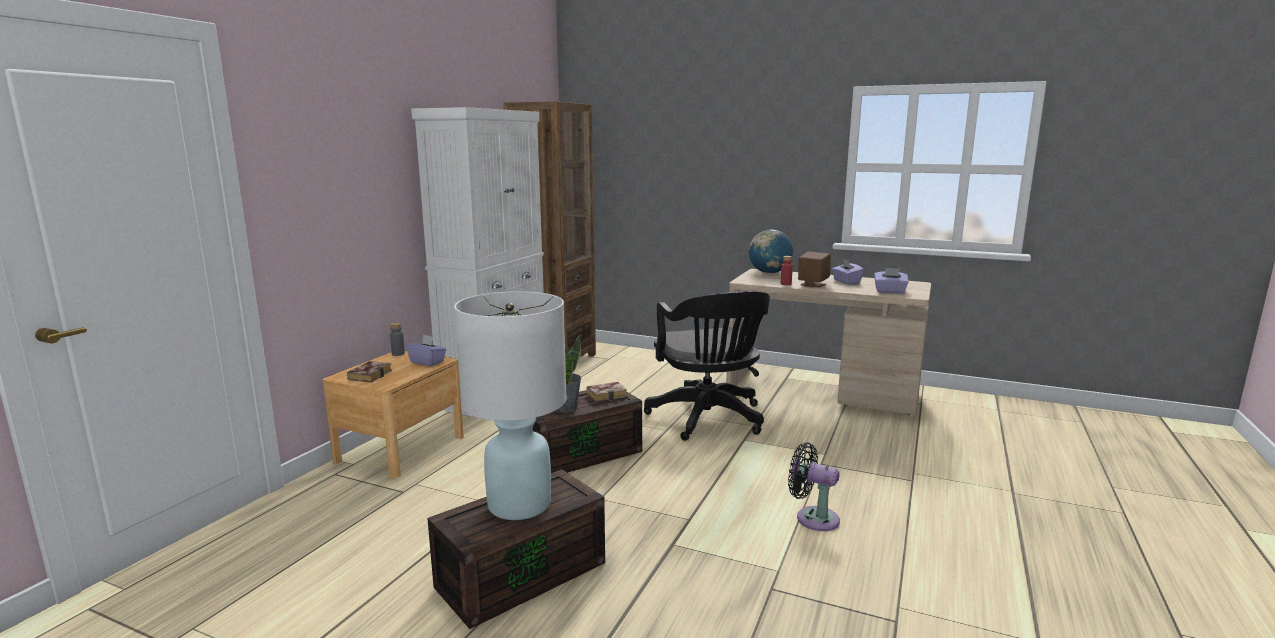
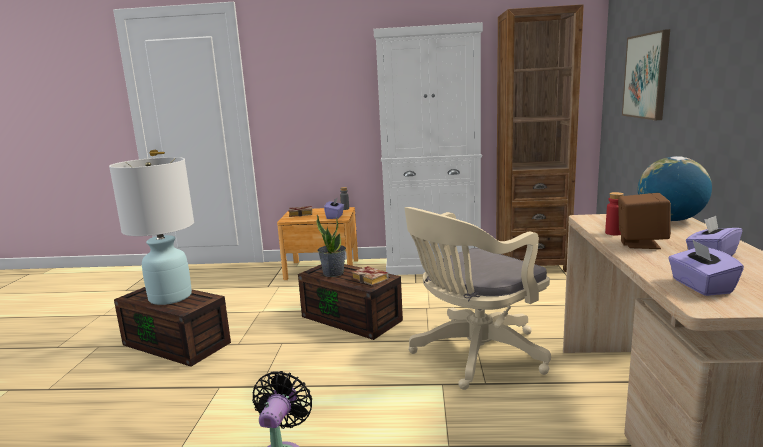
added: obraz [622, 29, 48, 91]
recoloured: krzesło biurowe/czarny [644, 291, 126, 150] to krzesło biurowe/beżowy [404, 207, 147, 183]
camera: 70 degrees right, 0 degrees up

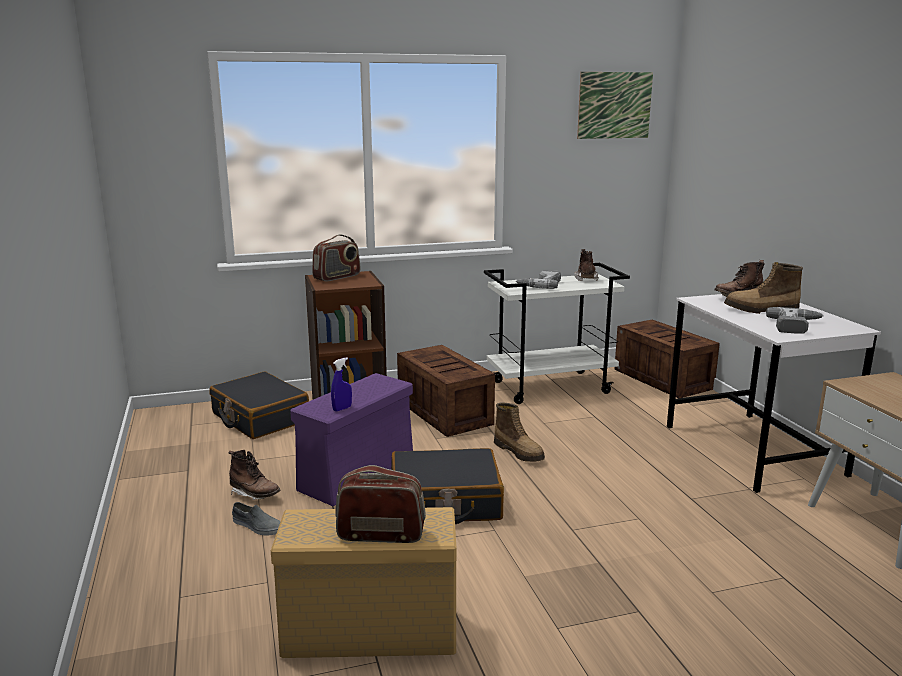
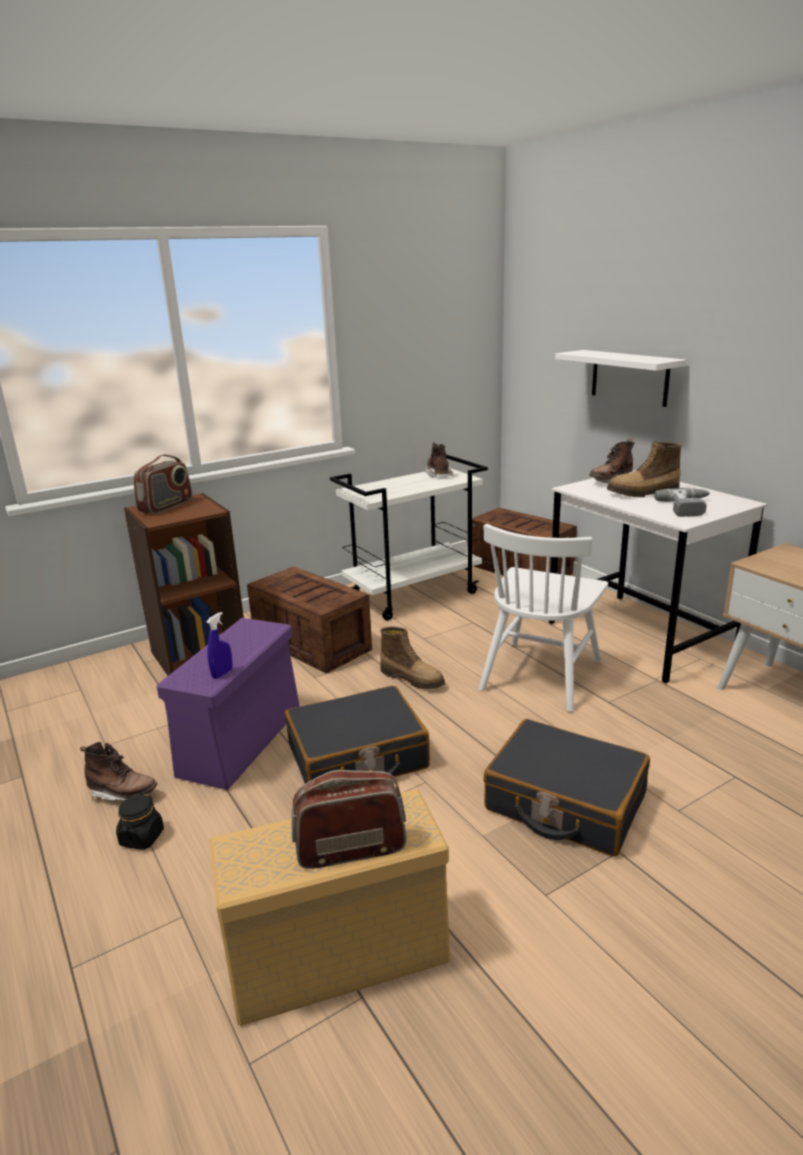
removed: obraz [577, 72, 76, 67]; wiertarka [516, 270, 45, 19]
added: półka/biały [555, 350, 131, 57]; krzesło/biały [479, 524, 129, 188]
moved: walizka/czarny [209, 371, 100, 68] to [483, 719, 167, 138]
replaced: but/szary [232, 502, 49, 33] to słoik/czarny [116, 793, 48, 57]
camera: 15 degrees left, 5 degrees up

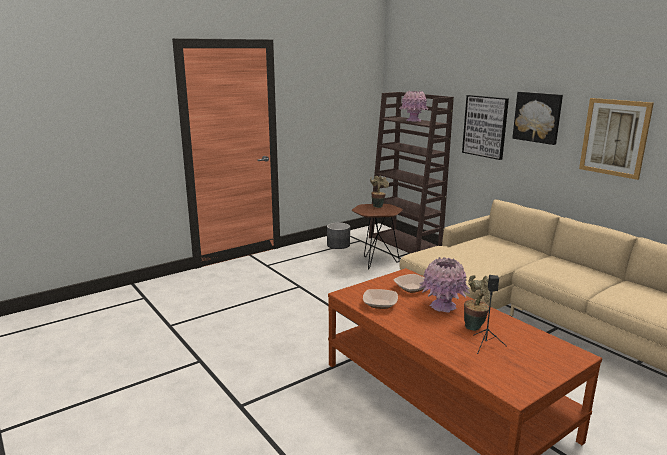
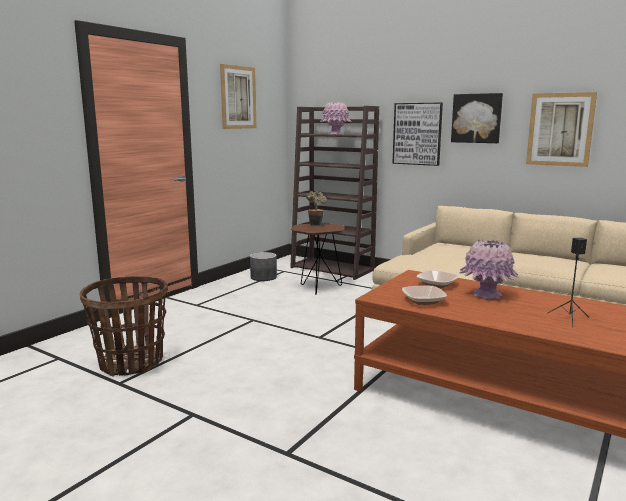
removed: roślina doniczkowa [464, 275, 28, 56]
added: obraz [220, 64, 37, 65]; koszyk [80, 276, 88, 101]
camera: 20 degrees left, 5 degrees down

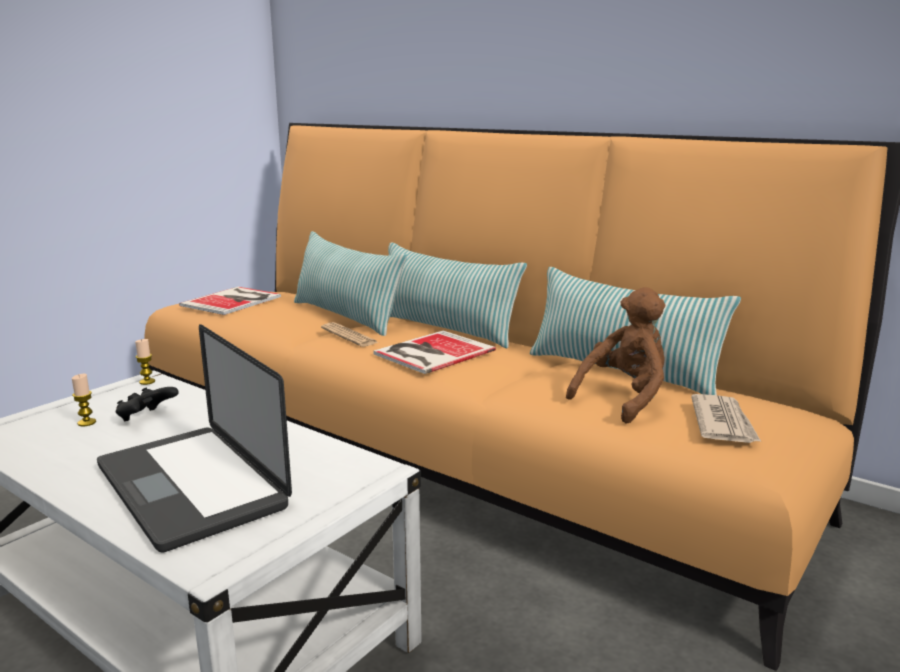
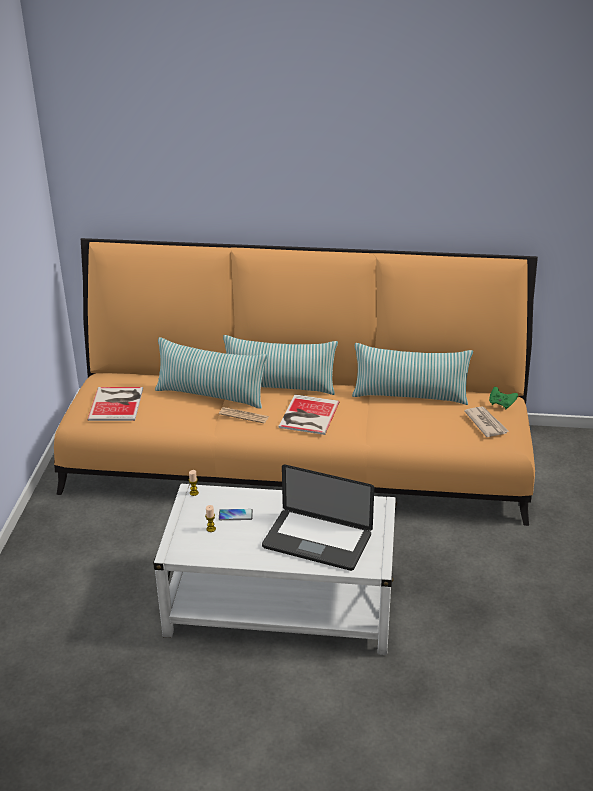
removed: pluszak/brązowy [566, 287, 99, 137]
added: pad do gier/zielony [489, 387, 29, 22]
replaced: pad do gier/czarny [115, 387, 64, 34] to telefon [219, 509, 34, 11]
camera: 30 degrees left, 15 degrees up

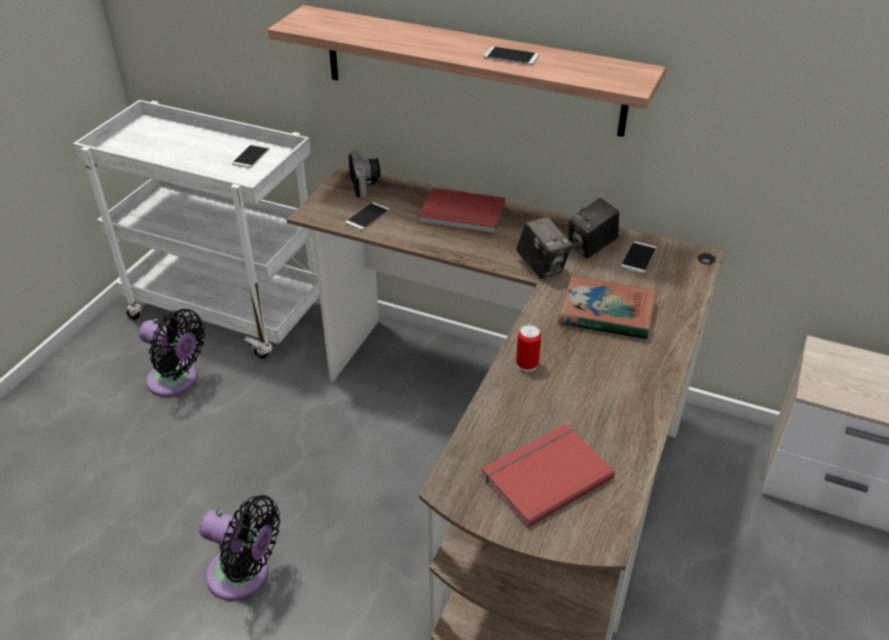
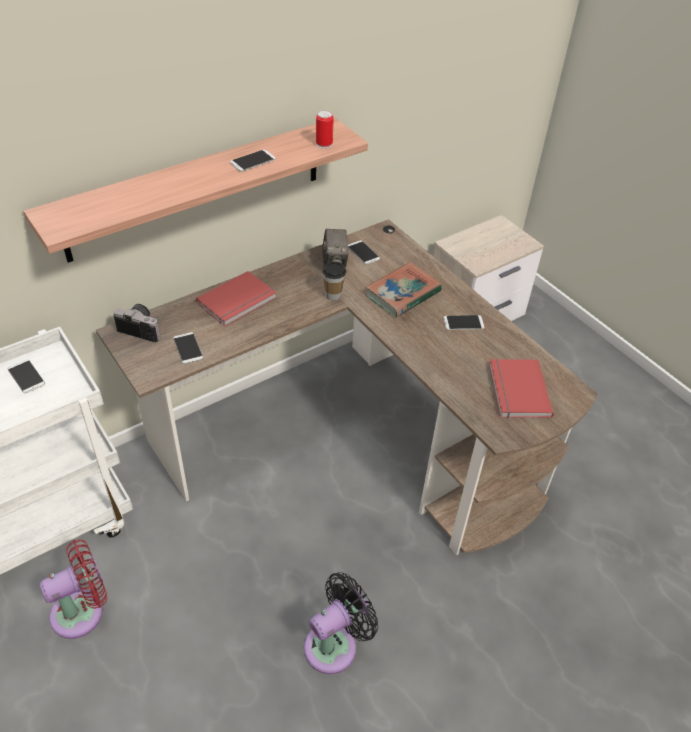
added: telefon [443, 315, 41, 15]
moved: puszka [516, 325, 25, 47] to [316, 110, 17, 39]
replaced: aparat fotograficzny [516, 216, 56, 63] to filiżanka [322, 261, 24, 39]
recoloured: wentylator/czarny [139, 309, 66, 88] to wentylator/czerwony [40, 539, 68, 100]
camera: 60 degrees left, 5 degrees up

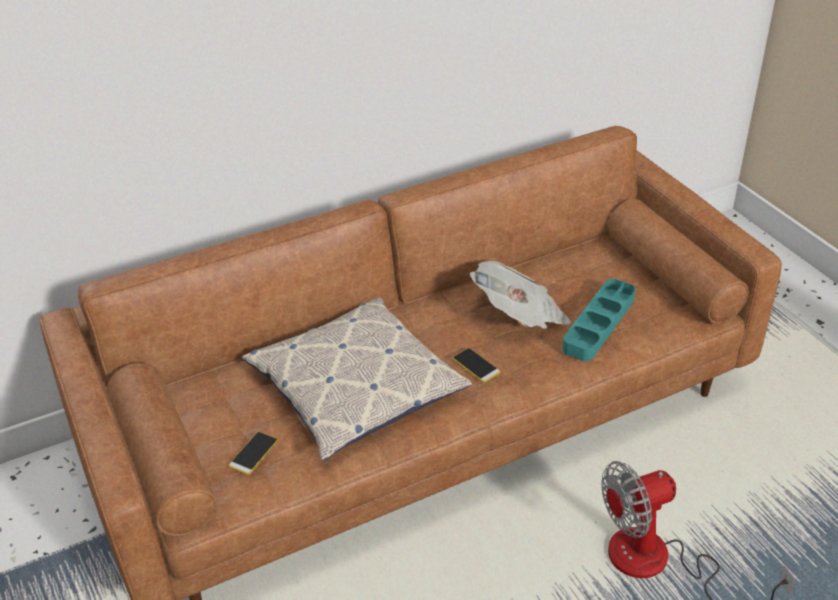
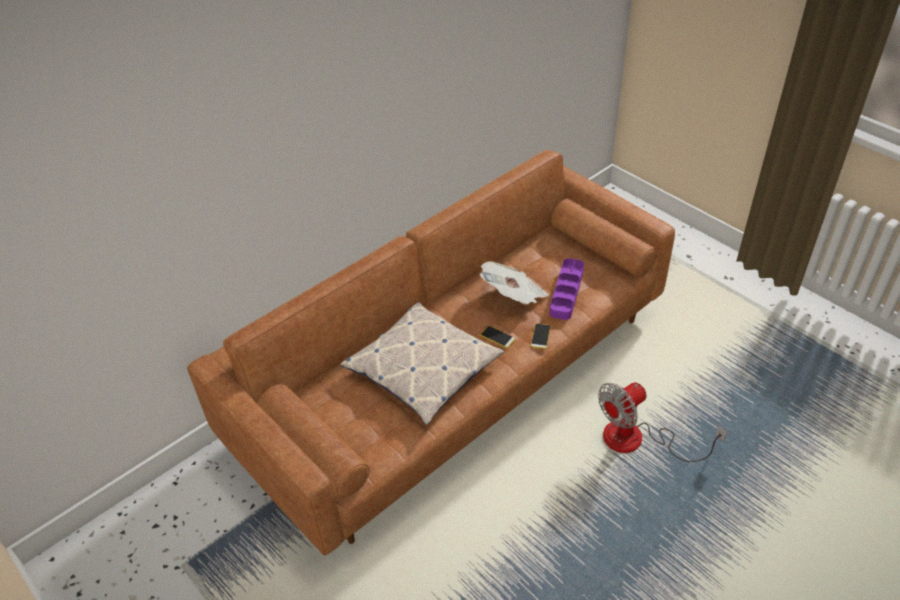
moved: telefon [228, 432, 50, 43] to [530, 323, 21, 26]
recoloured: taca/turkusowy [562, 279, 73, 82] to taca/fioletowy [549, 258, 35, 62]
camera: 15 degrees left, 5 degrees up

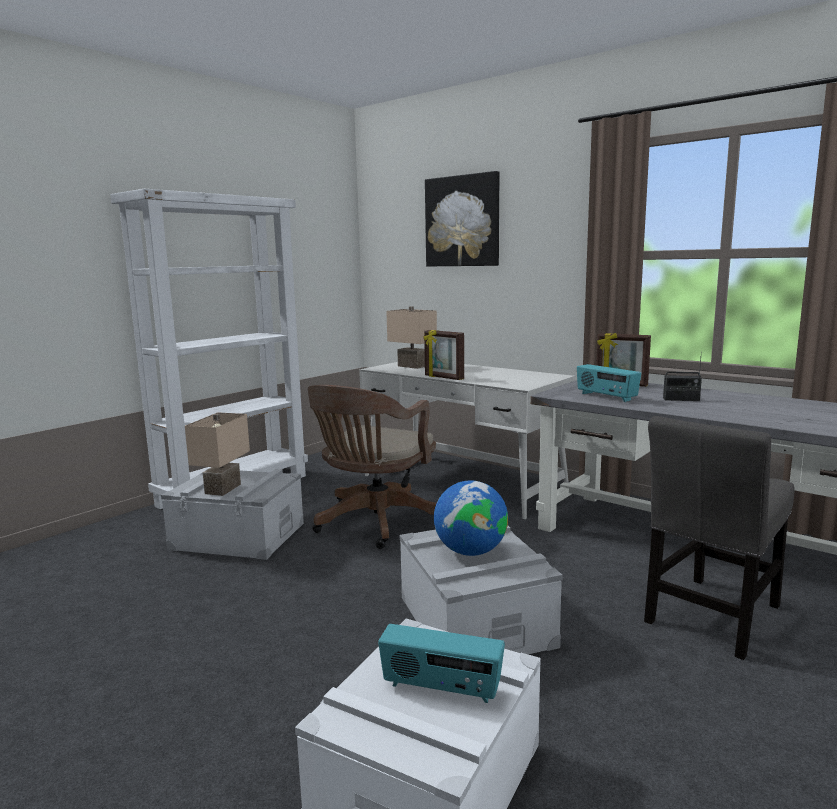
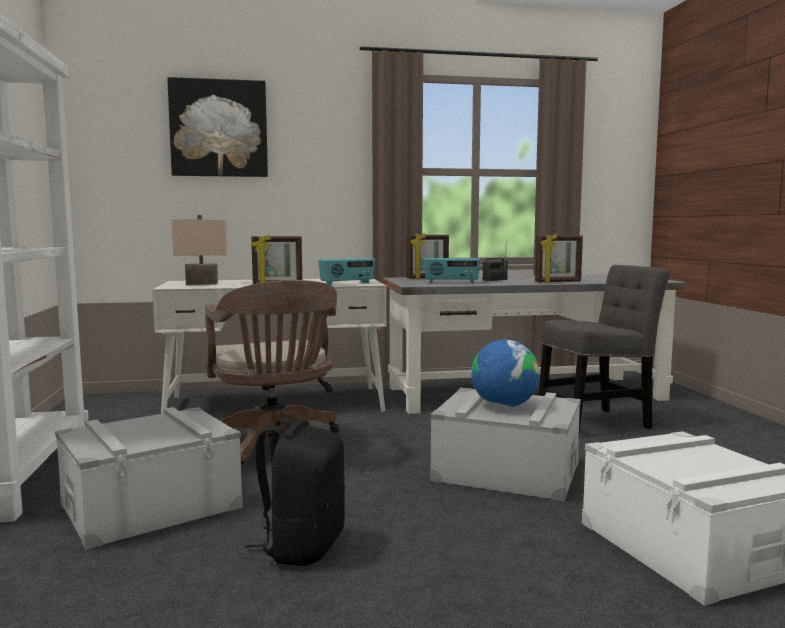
removed: lampa stołowa/beżowy [185, 412, 65, 84]
added: ramka na zdjęcie [535, 234, 48, 49]; plecak/czarny [245, 417, 100, 149]
moved: radio [378, 624, 127, 79] to [318, 258, 57, 27]
turned: krzesło/szary [644, 416, 151, 244] = [538, 265, 131, 167] 105 degrees counterclockwise
camera: 50 degrees left, 5 degrees down

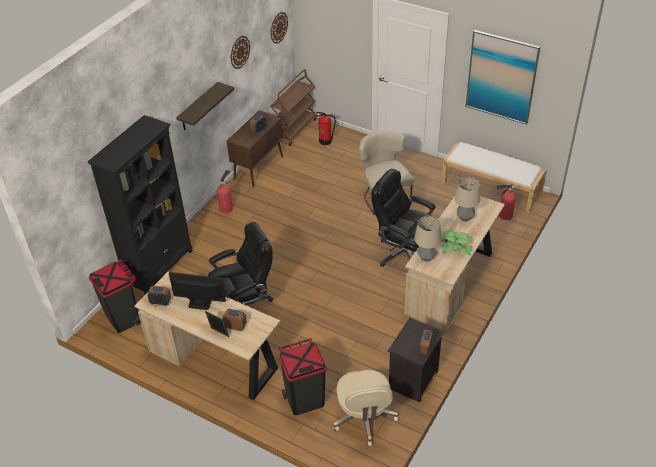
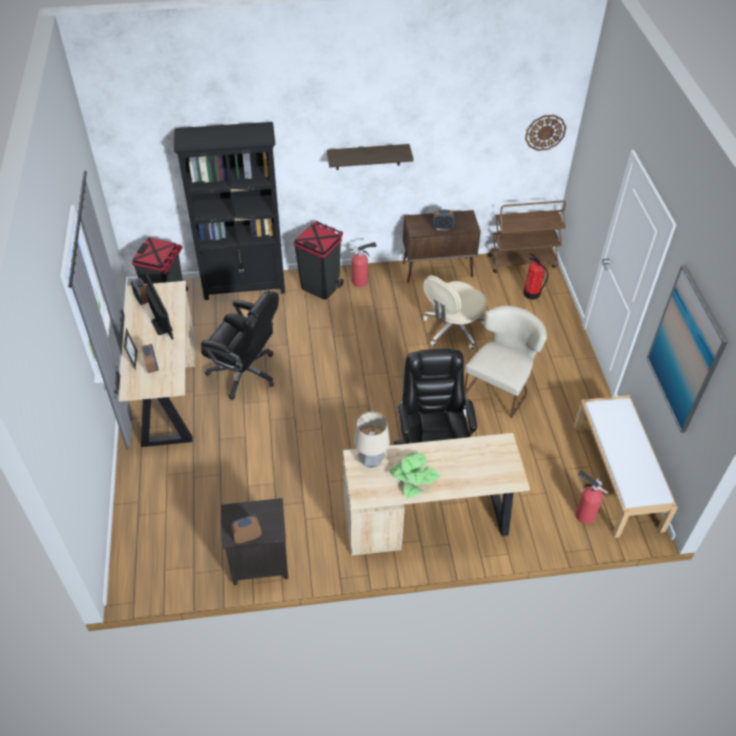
removed: zegar ścienny [230, 36, 20, 33]; lampa stołowa [455, 177, 25, 45]
moved: kosz na śmieci/czarny [278, 338, 49, 77] to [293, 221, 51, 79]; krzesło biurowe/beżowy [333, 370, 66, 76] to [423, 275, 64, 75]
camera: 50 degrees right, 5 degrees up

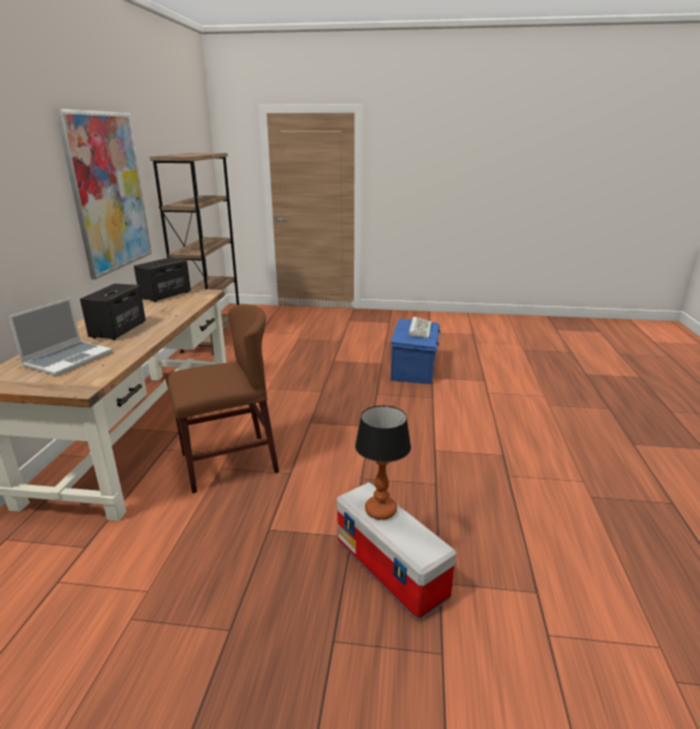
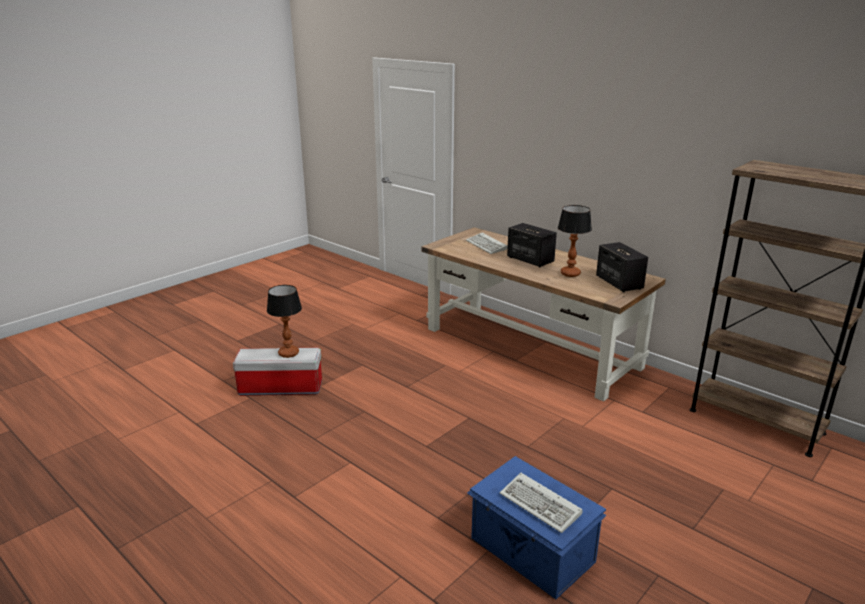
removed: obraz [55, 109, 97, 171]; krzesło/brązowy [166, 305, 113, 188]
added: lampa stołowa [558, 205, 34, 72]
replaced: laptop [8, 298, 104, 78] to klawiatura [466, 233, 42, 21]
camera: 125 degrees right, 0 degrees up

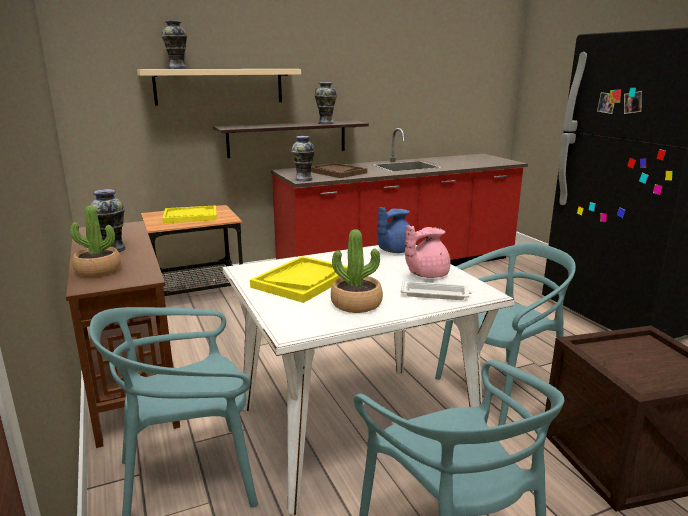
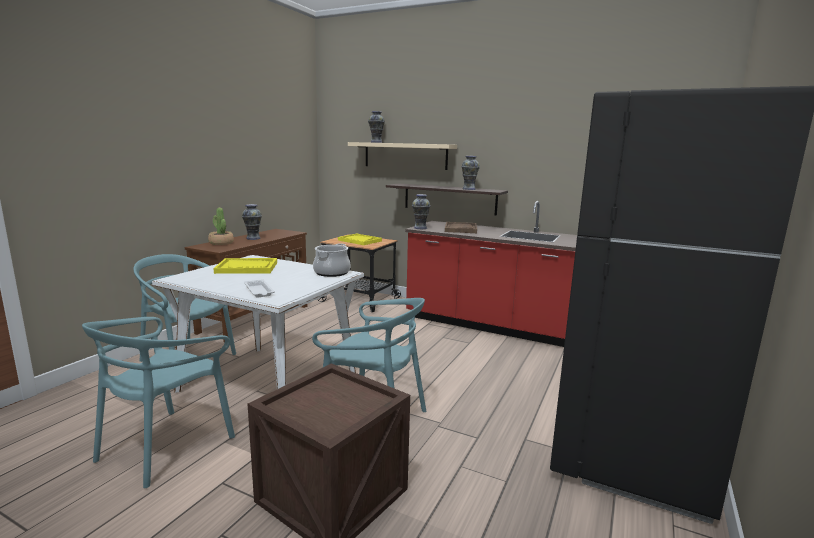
removed: imbryk/różowy [405, 225, 45, 53]; roślina doniczkowa [331, 229, 52, 84]
replaced: imbryk/niebieski [377, 207, 33, 46] to garnek [313, 243, 37, 34]
camera: 50 degrees right, 5 degrees down

